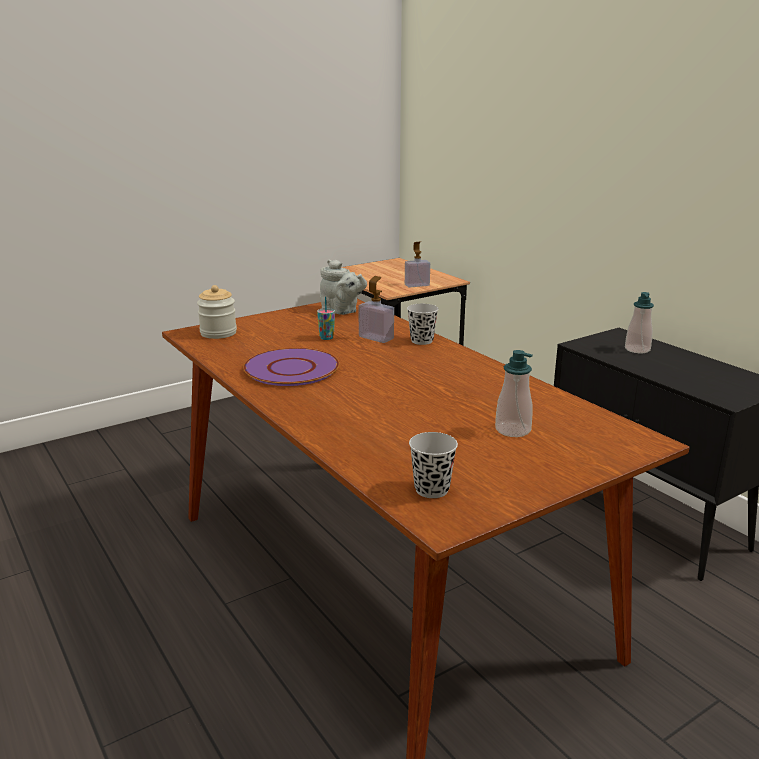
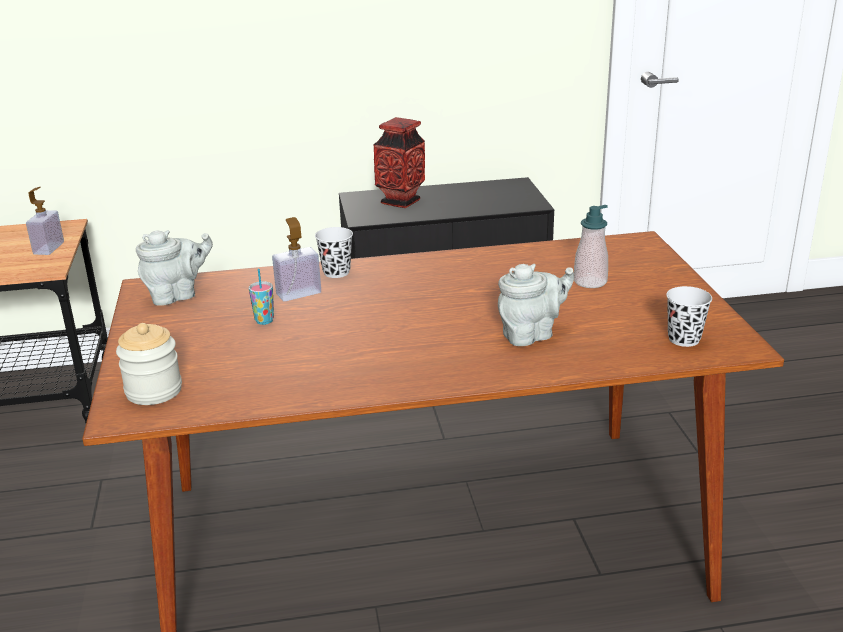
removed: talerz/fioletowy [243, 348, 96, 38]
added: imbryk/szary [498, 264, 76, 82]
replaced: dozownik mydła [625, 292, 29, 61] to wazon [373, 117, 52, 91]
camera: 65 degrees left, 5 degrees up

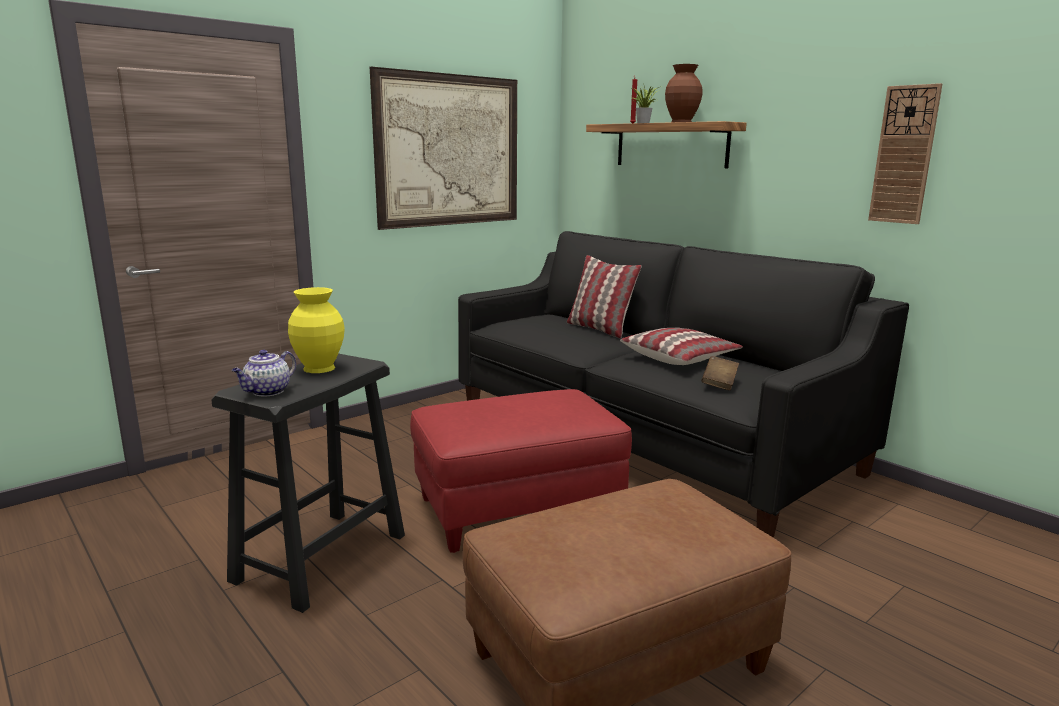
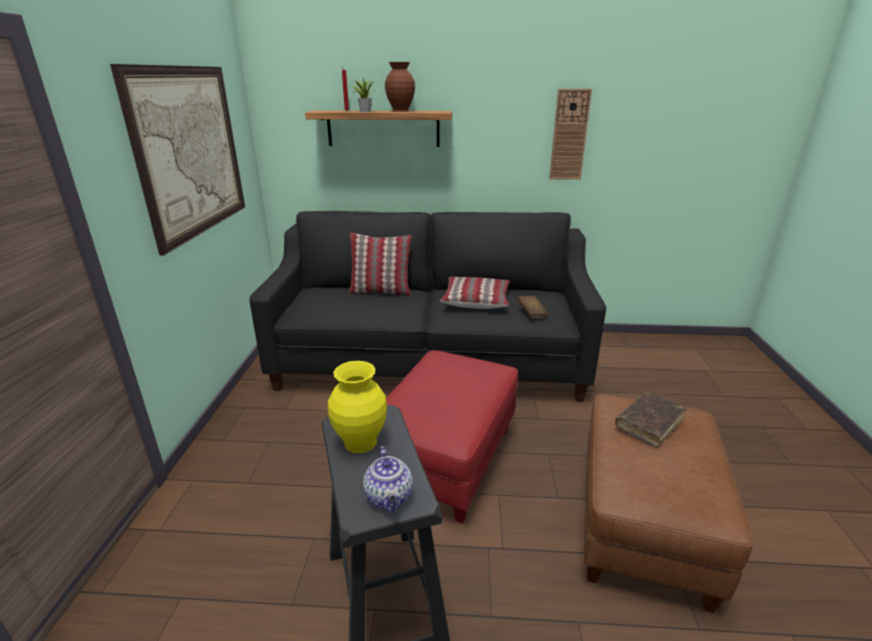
added: książka/brązowy [615, 392, 72, 55]
camera: 45 degrees left, 10 degrees up

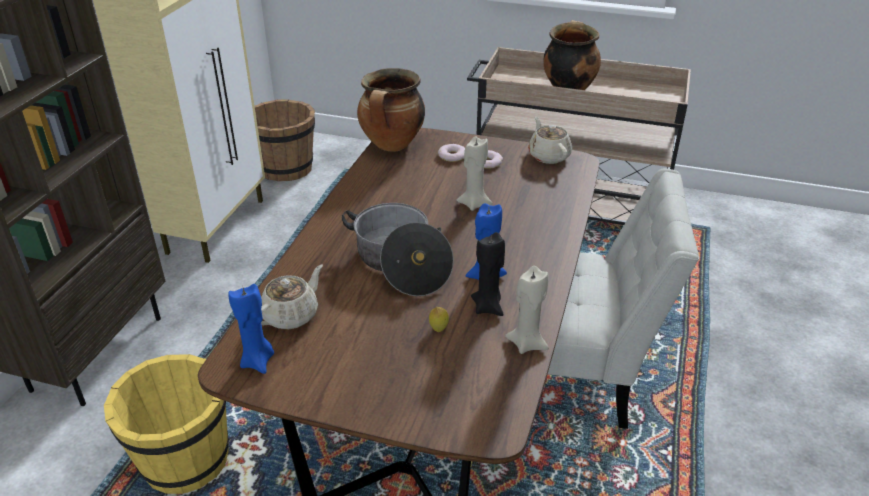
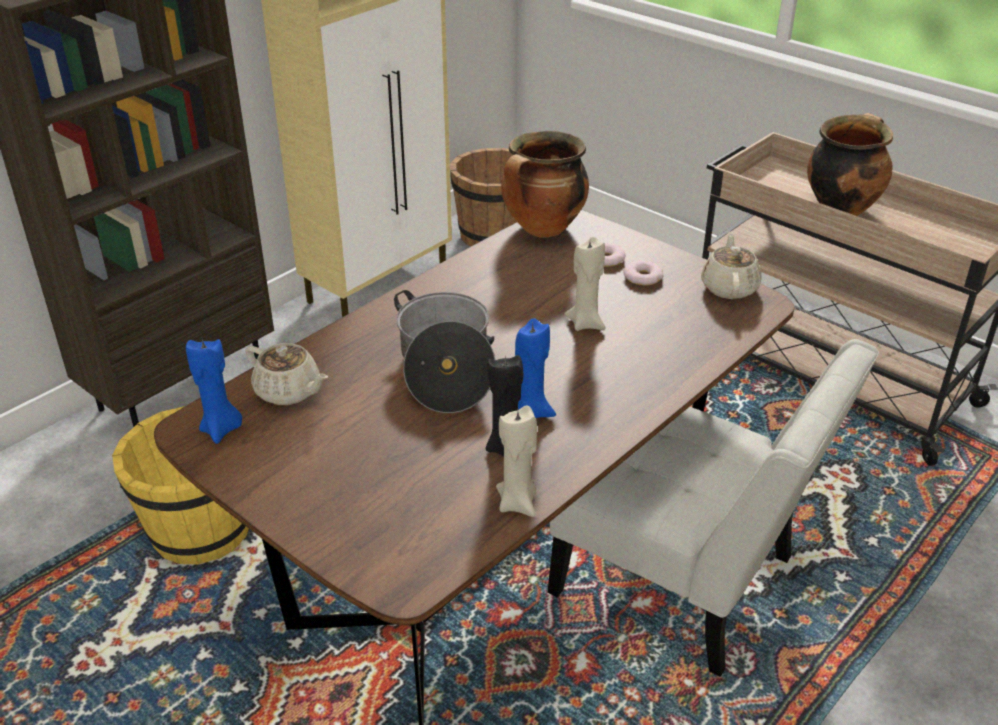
removed: cytryna [429, 307, 20, 25]
turned: imbryk/beżowy [261, 265, 62, 64] = [245, 343, 83, 62] 60 degrees clockwise
camera: 25 degrees right, 0 degrees up

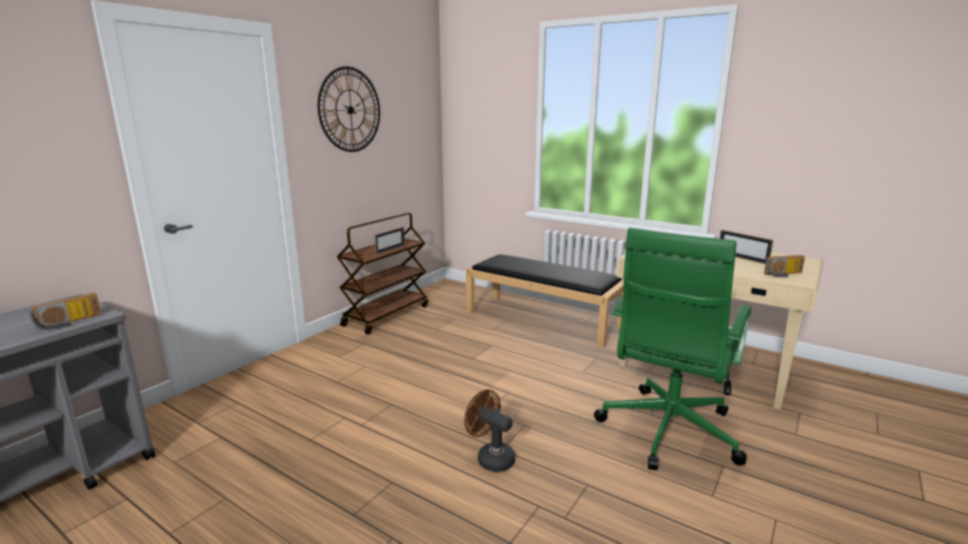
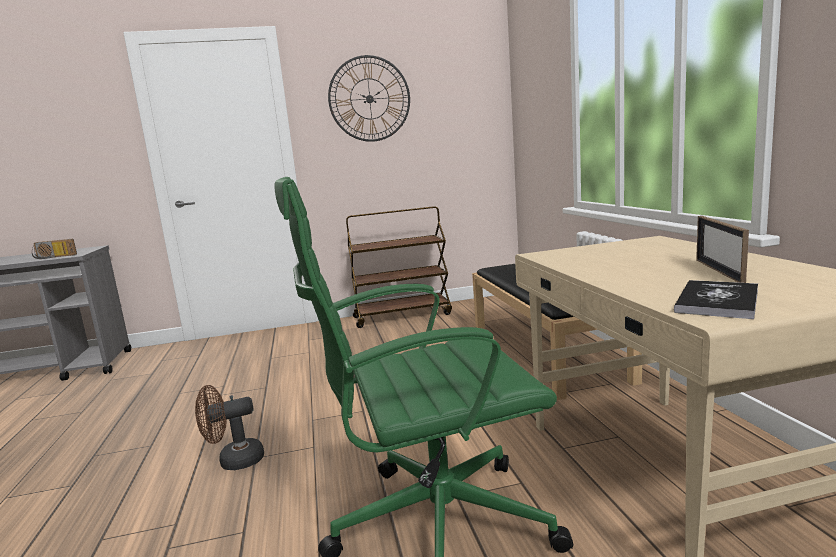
removed: ramka na zdjęcie [375, 227, 30, 27]
replaced: radio [764, 255, 41, 22] to książka [674, 280, 84, 39]
turned: wentylator/brązowy [464, 389, 51, 83] = [195, 385, 69, 85] 105 degrees counterclockwise
camera: 45 degrees right, 5 degrees down

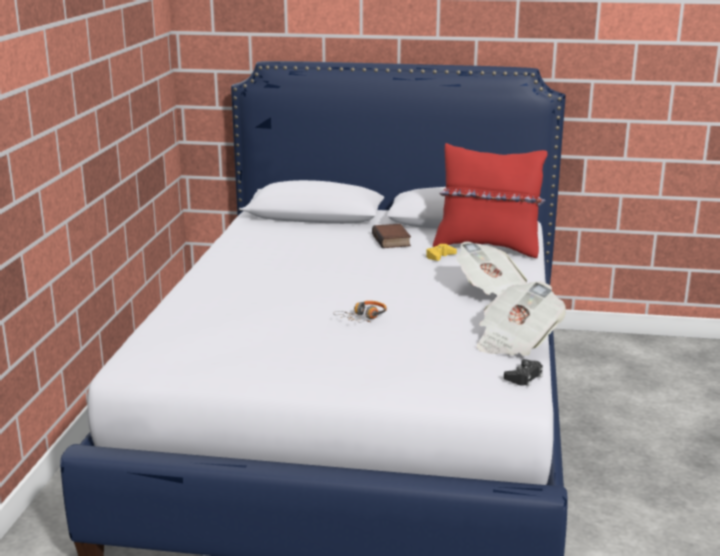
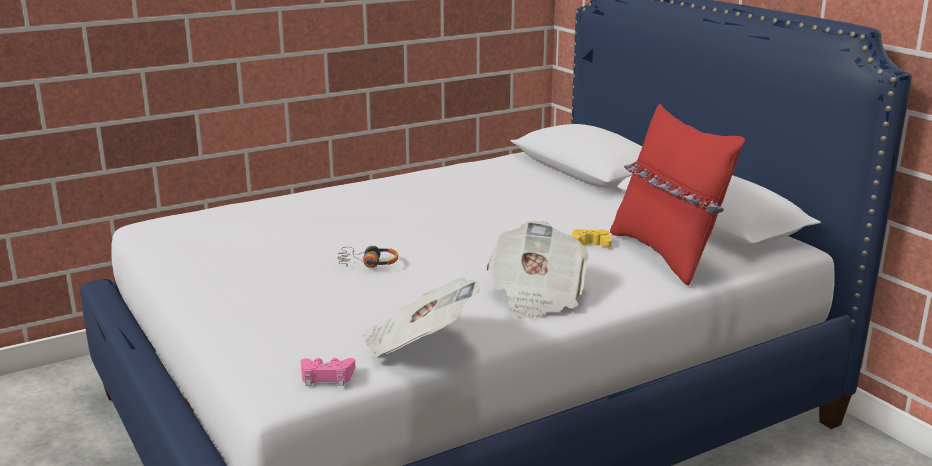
removed: książka [372, 224, 39, 24]
recoloured: pad do gier/czarny [504, 359, 39, 28] to pad do gier/różowy [301, 358, 54, 28]
camera: 50 degrees right, 0 degrees up

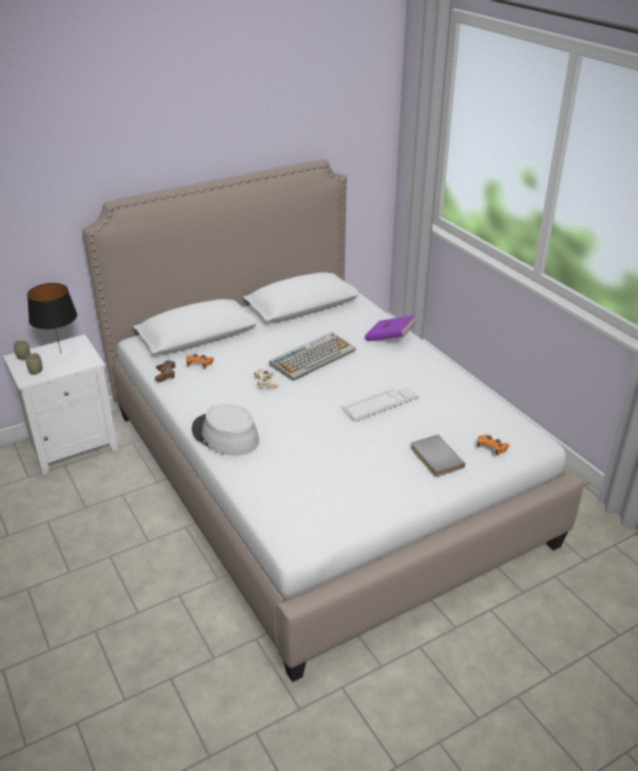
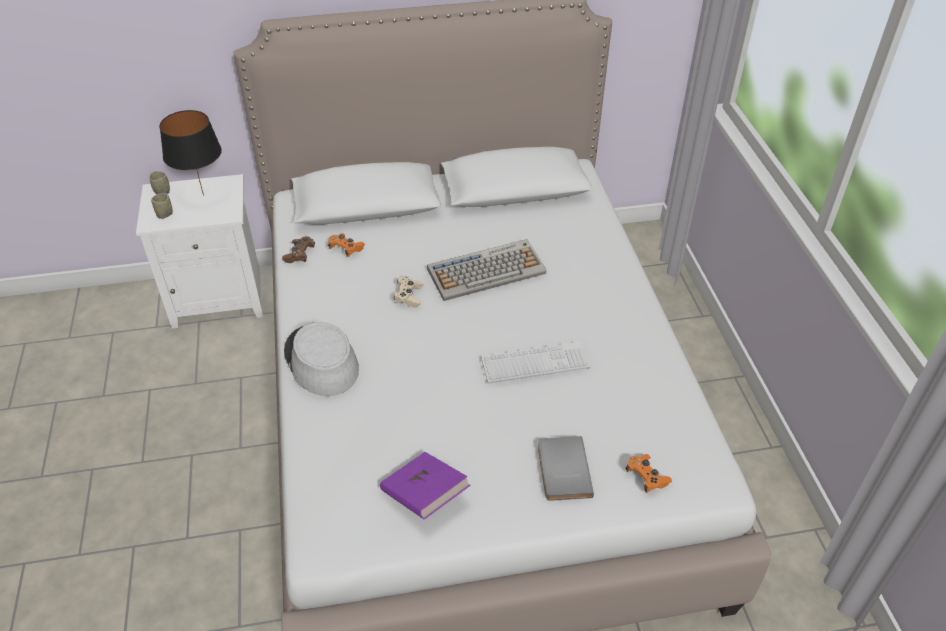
moved: książka/fioletowy [365, 315, 52, 26] to [380, 452, 91, 68]
camera: 20 degrees right, 10 degrees up

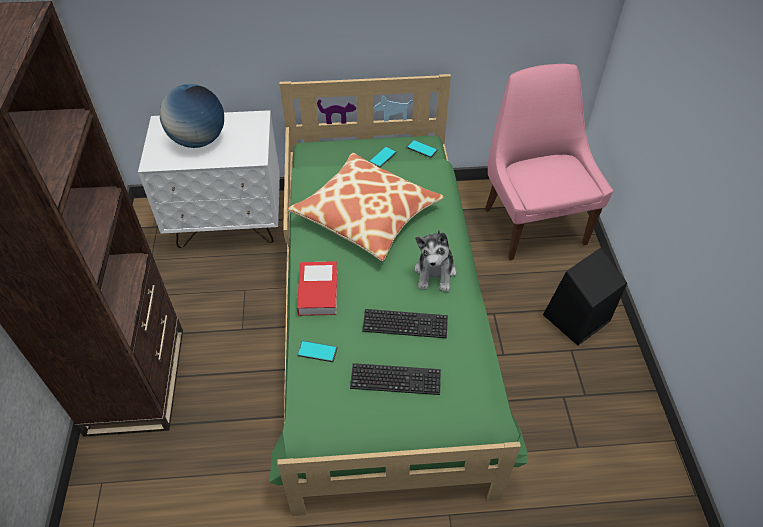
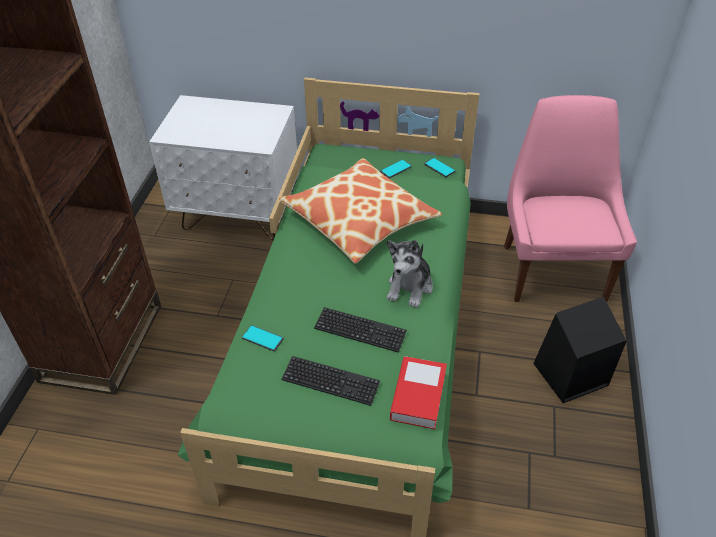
removed: globus [160, 84, 64, 64]
moved: książka [297, 261, 40, 55] to [390, 356, 57, 73]
camera: 15 degrees right, 5 degrees down

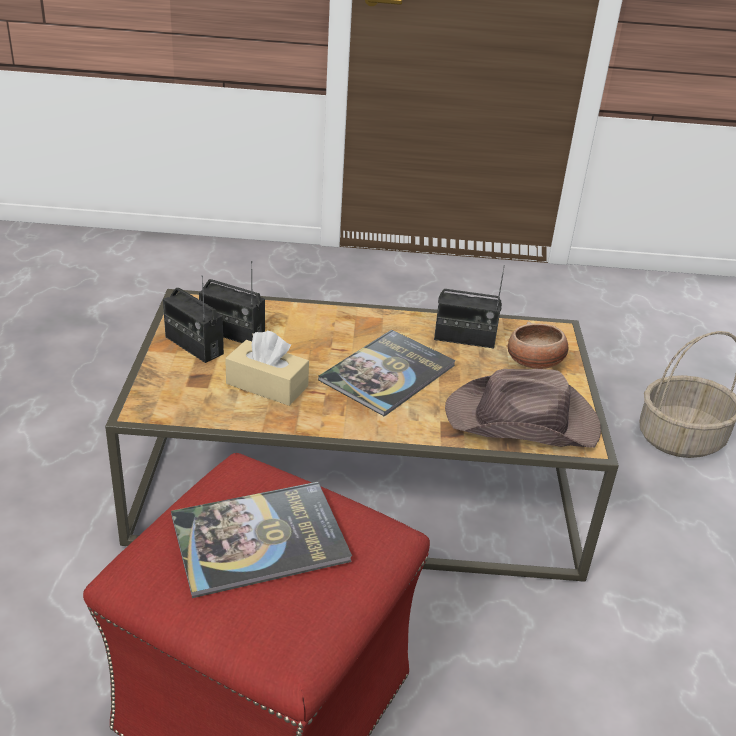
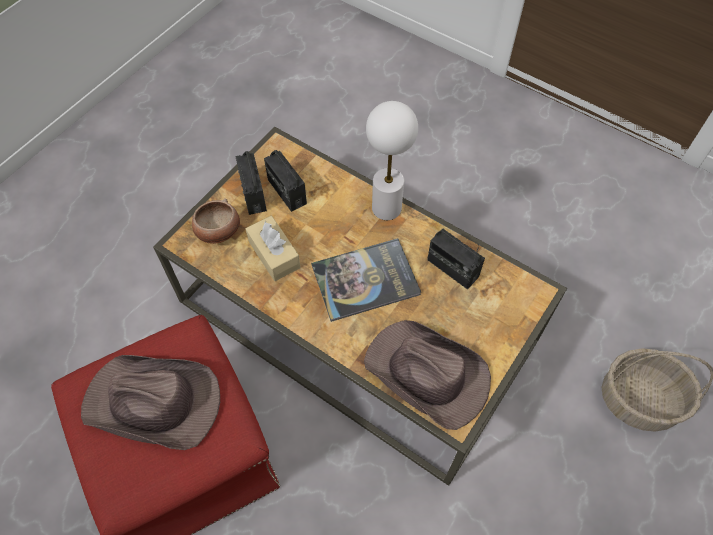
added: lampa stołowa/biały [366, 101, 52, 119]
moved: miska [508, 322, 60, 47] to [192, 198, 48, 46]
replaced: książka [171, 482, 181, 116] to kapelusz/brązowy [81, 355, 139, 95]
camera: 35 degrees right, 25 degrees up

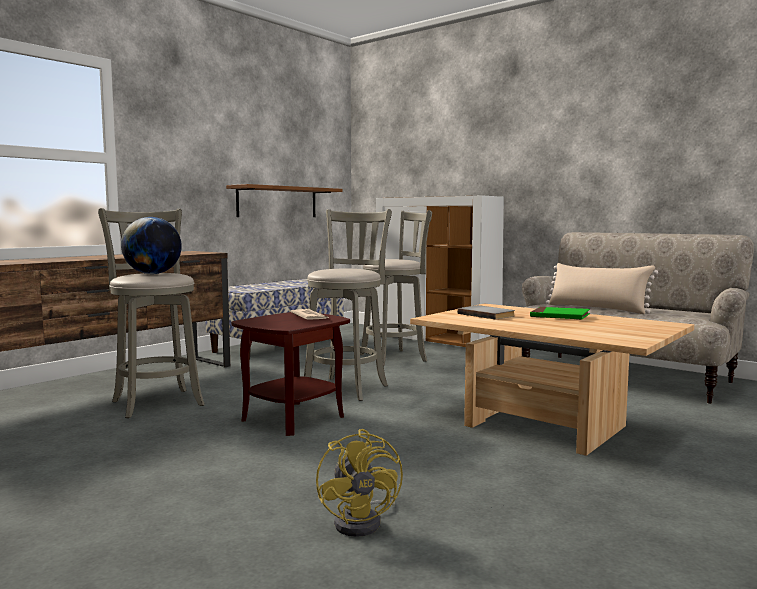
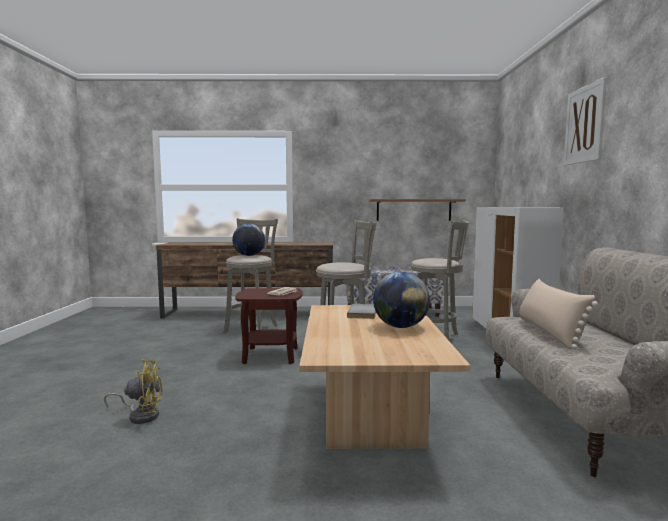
added: obraz [564, 77, 43, 88]
replaced: książka/zielony [530, 307, 60, 13] to globus [373, 272, 57, 56]
turned: wentylator/żółty [316, 429, 87, 108] = [104, 360, 59, 64] 135 degrees counterclockwise
camera: 50 degrees right, 0 degrees up

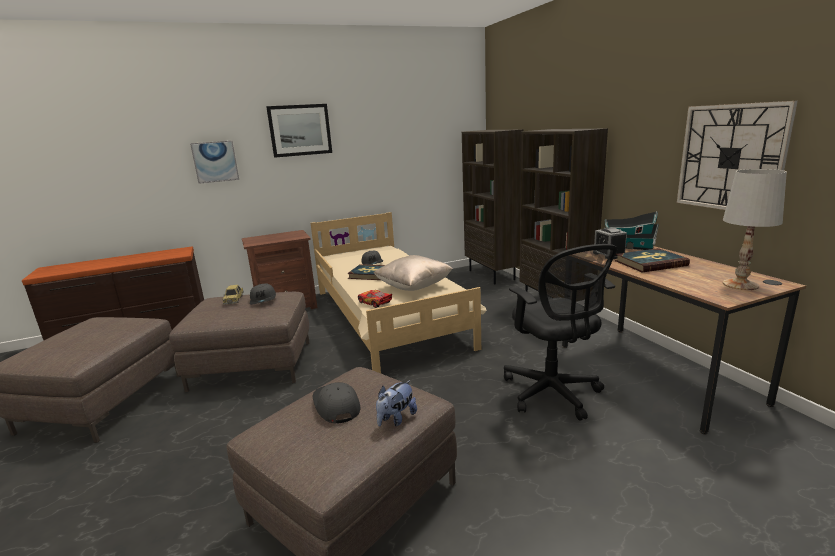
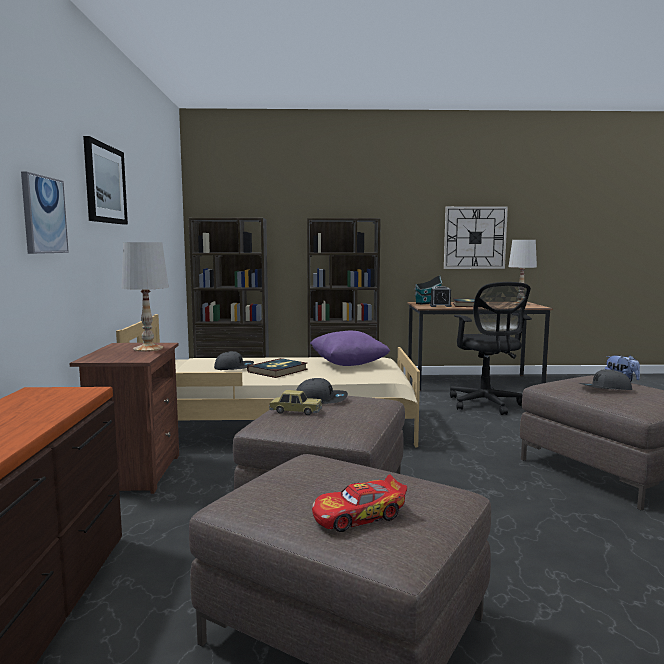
added: lampa stołowa/biały [121, 242, 48, 110]
moved: samochodzik [358, 290, 34, 18] to [312, 474, 95, 58]
recoloured: poduszka/beżowy [373, 255, 80, 36] to poduszka/fioletowy [310, 331, 80, 35]
turned: krzesło biurowe/czarny [504, 244, 114, 177] = [450, 282, 82, 133] 75 degrees clockwise
camera: 70 degrees left, 10 degrees down

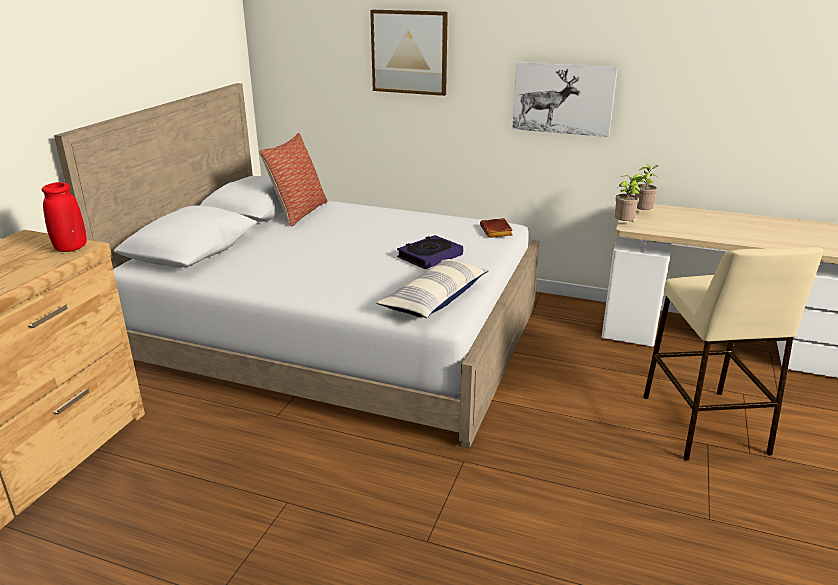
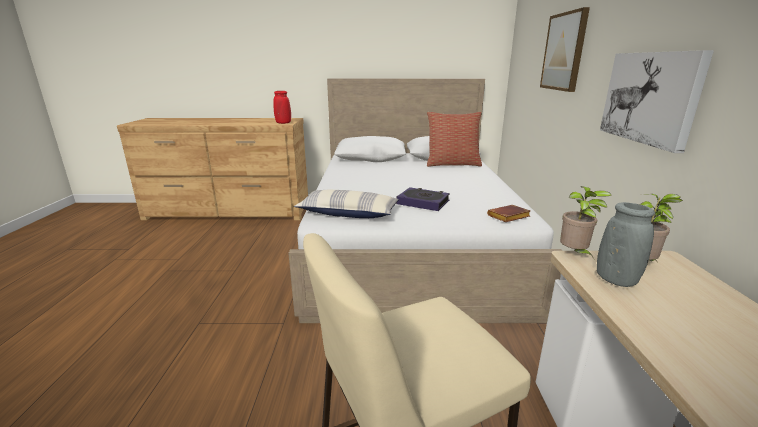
added: wazon/szary [597, 202, 58, 85]
camera: 70 degrees right, 5 degrees down

